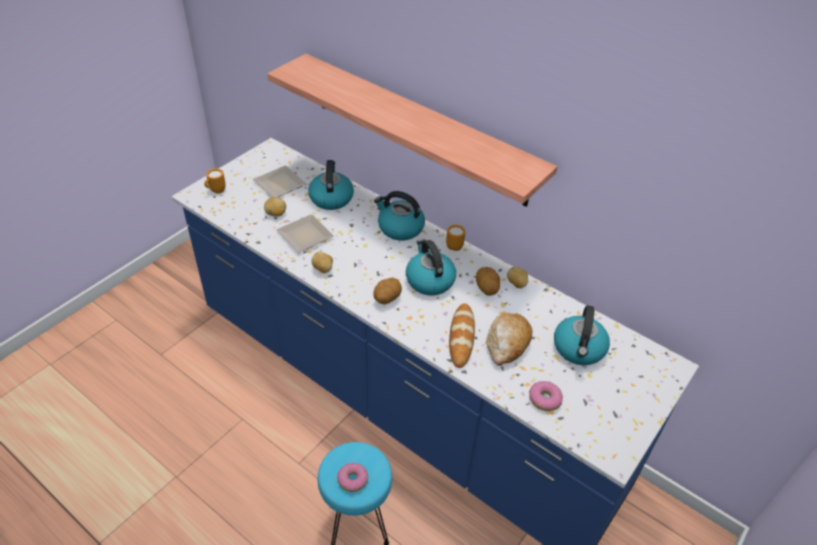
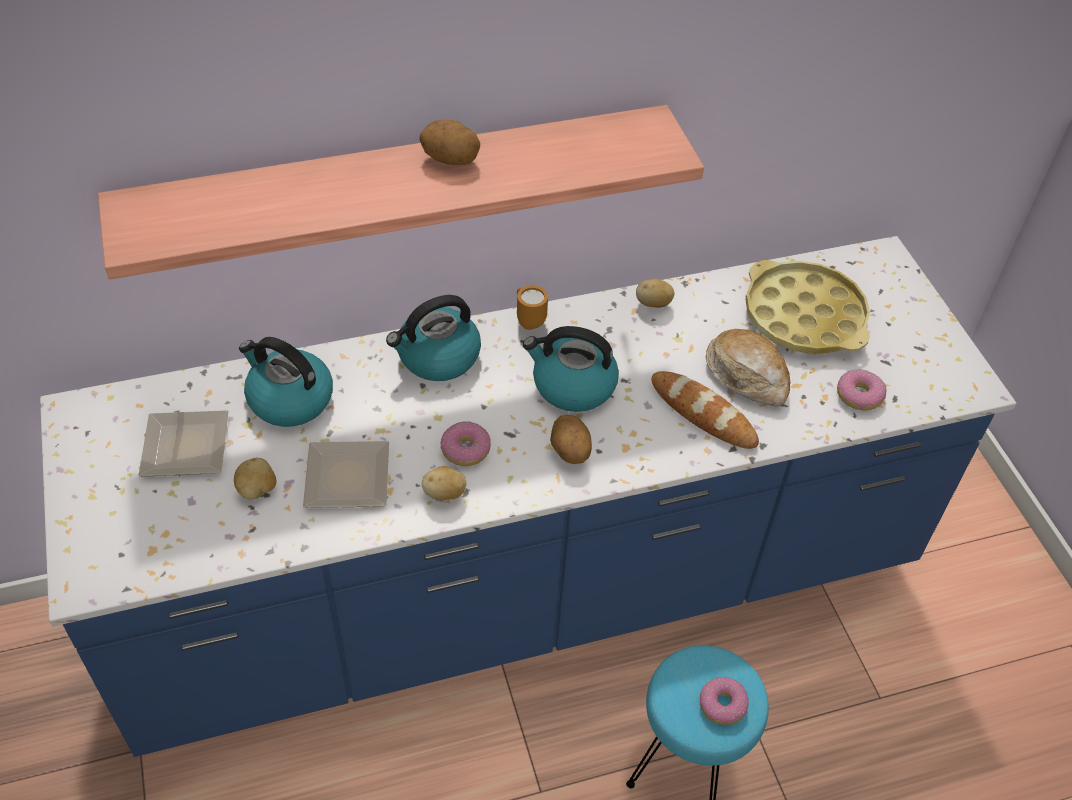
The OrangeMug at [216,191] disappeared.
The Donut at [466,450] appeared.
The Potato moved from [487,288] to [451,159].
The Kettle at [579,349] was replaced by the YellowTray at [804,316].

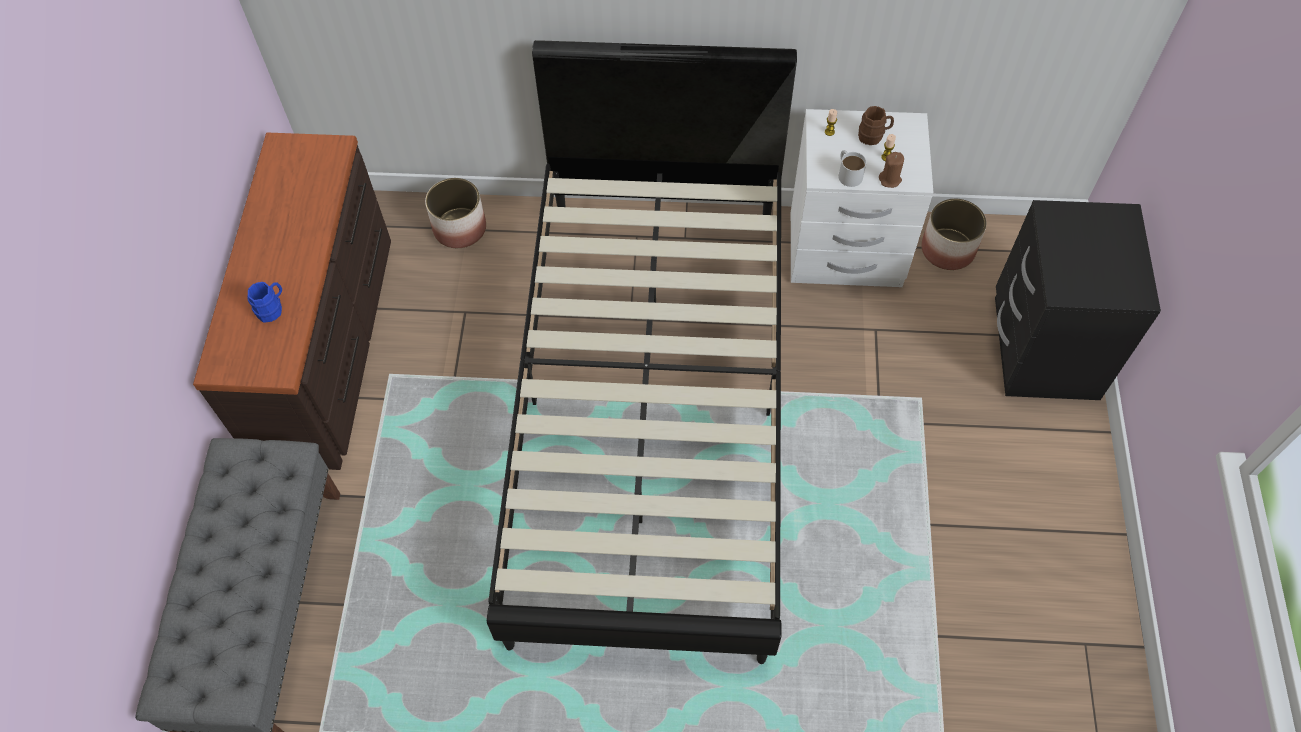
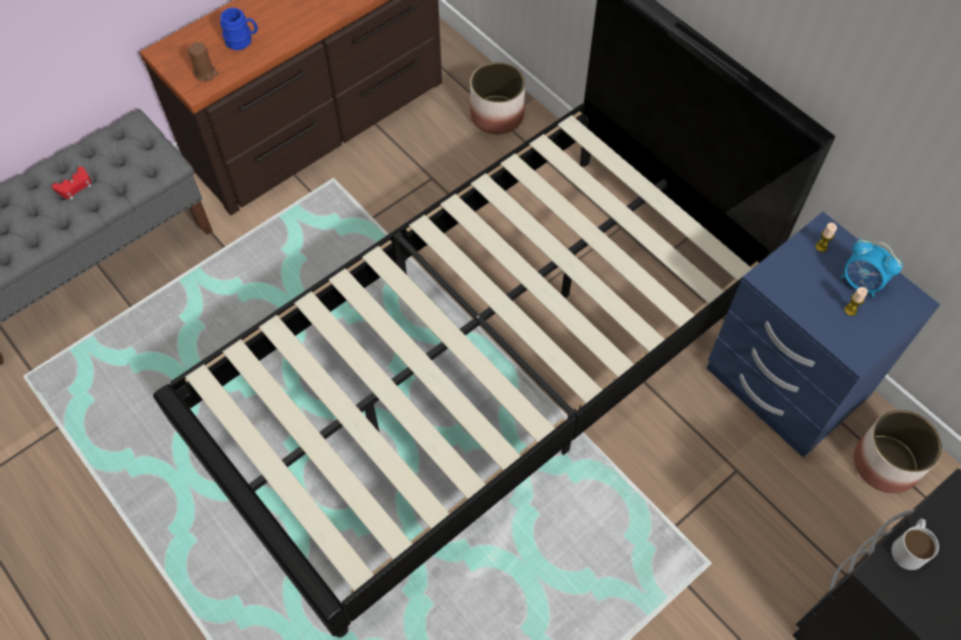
The RedGameController at [75,186] appeared.
The WhiteMug moved from [848,173] to [910,546].
The BrownCandle moved from [890,179] to [205,73].
The BrownMug at [874,135] was replaced by the AlarmClock at [861,283].
The WhiteNightstand at [845,251] became the BlueNightstand at [784,384].

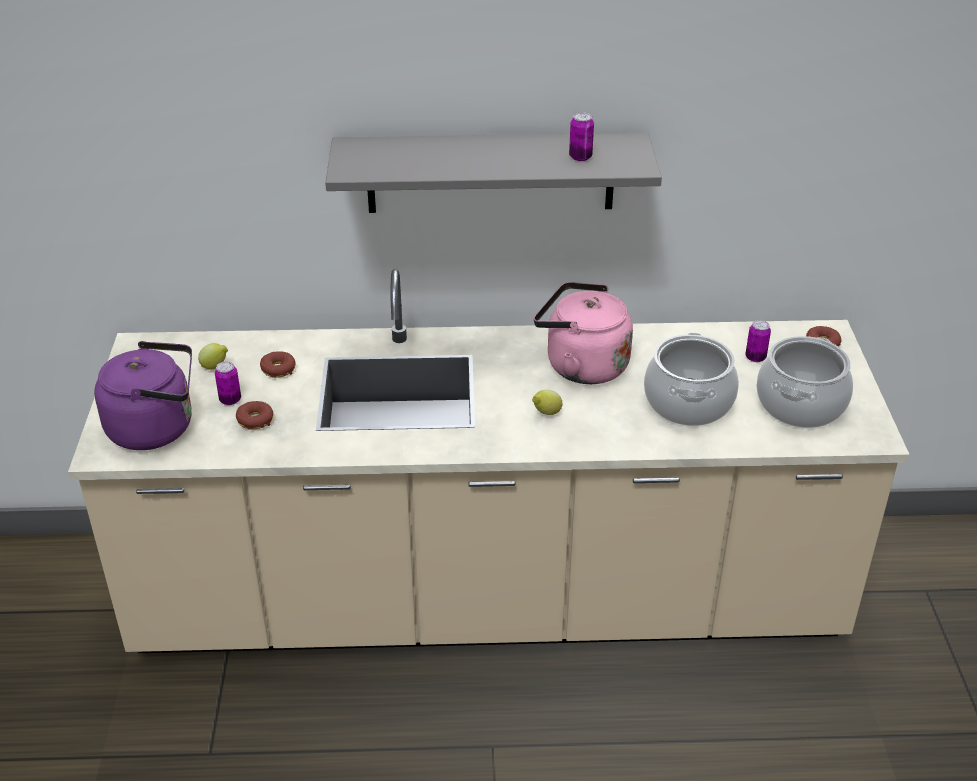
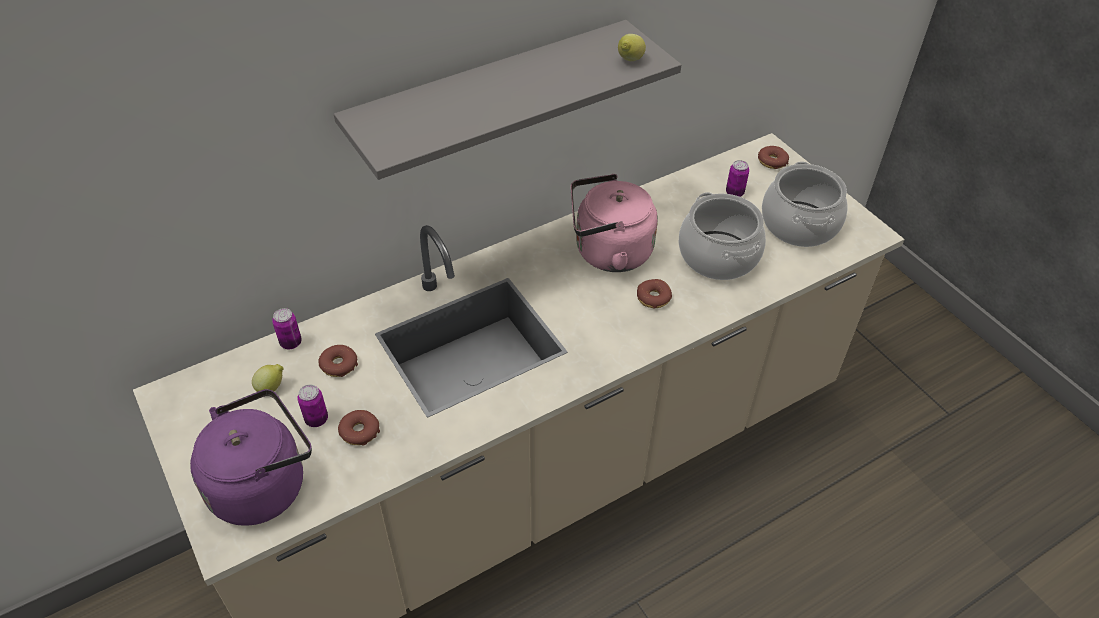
The Donut at [653,298] appeared.
The Lemon moved from [546,413] to [629,61].
The Can moved from [580,157] to [291,343].

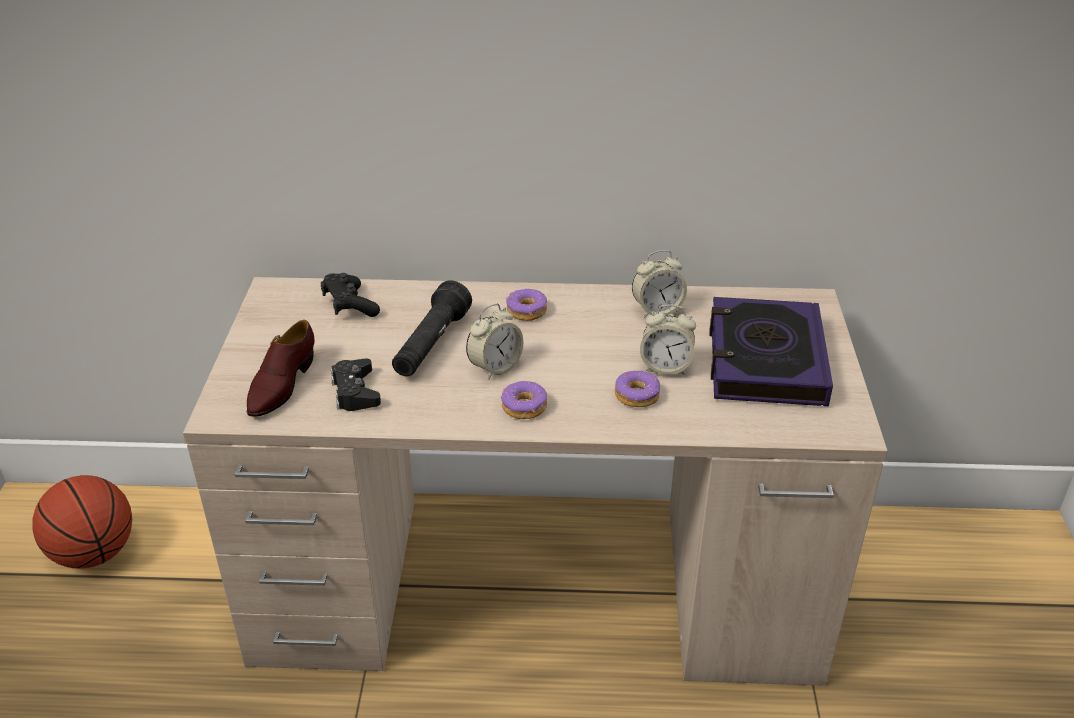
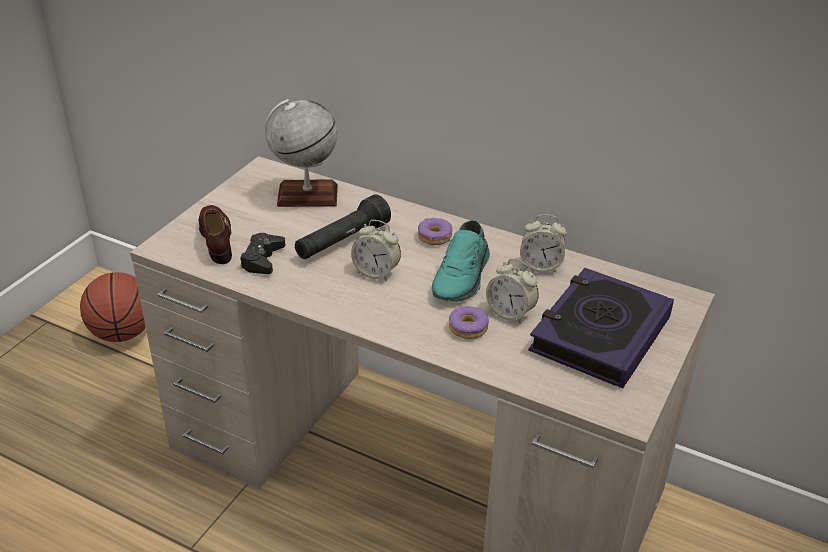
The Donut at [524,407] disappeared.
The TurquoiseShoe at [463,278] appeared.
The BlackGameController at [349,306] was replaced by the Globe at [307,195].
The BrownShoe at [281,385] turned 120 degrees clockwise.
The AlarmClock at [495,367] turned 45 degrees clockwise.

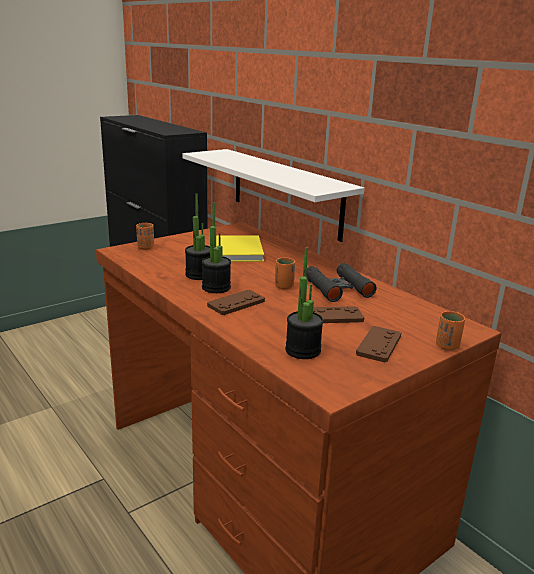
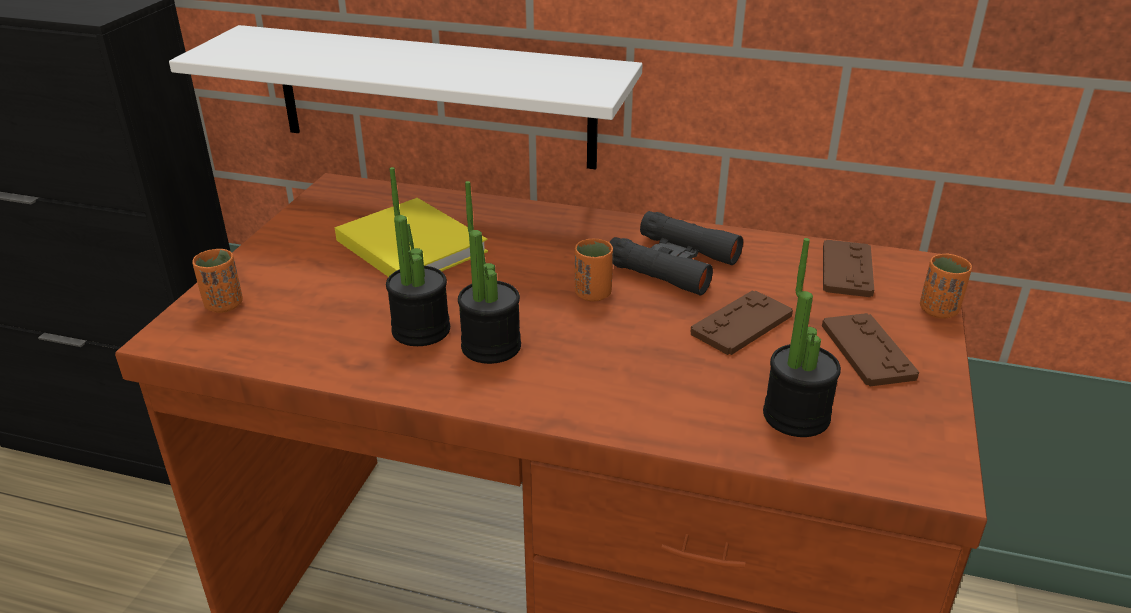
The BrownGameController moved from [236,303] to [847,270].

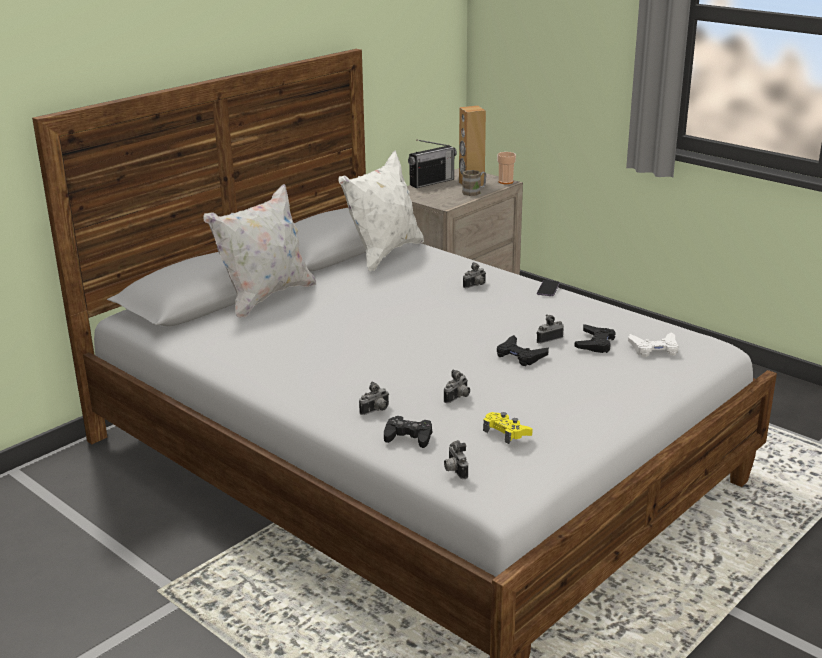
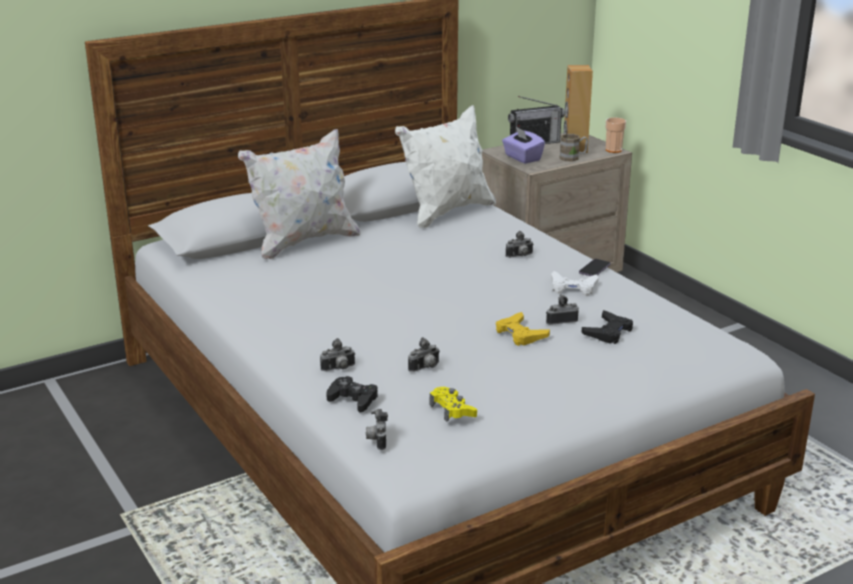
The PurpleTissueBox at [522,158] appeared.
The WhiteGameController moved from [654,349] to [573,288].
The BlackGameController at [520,355] became the YellowGameController at [520,334].

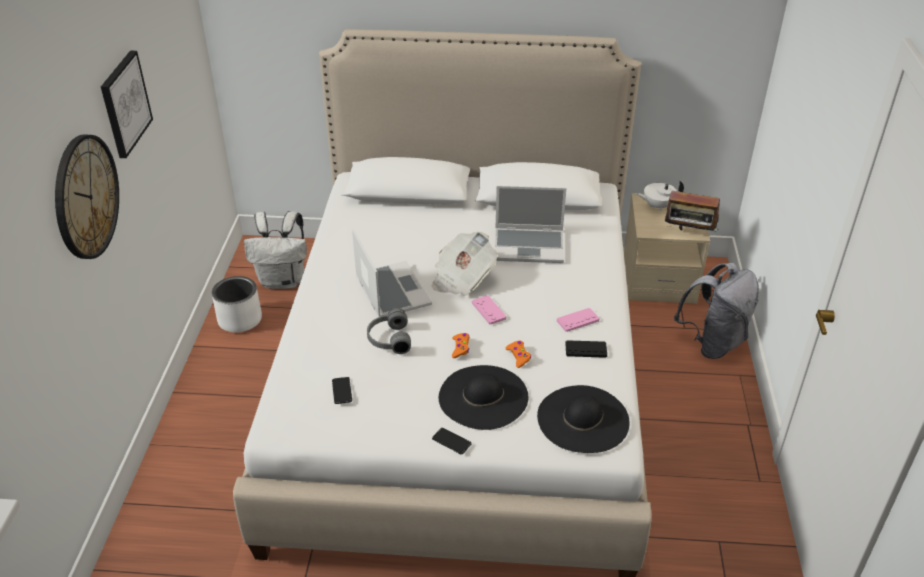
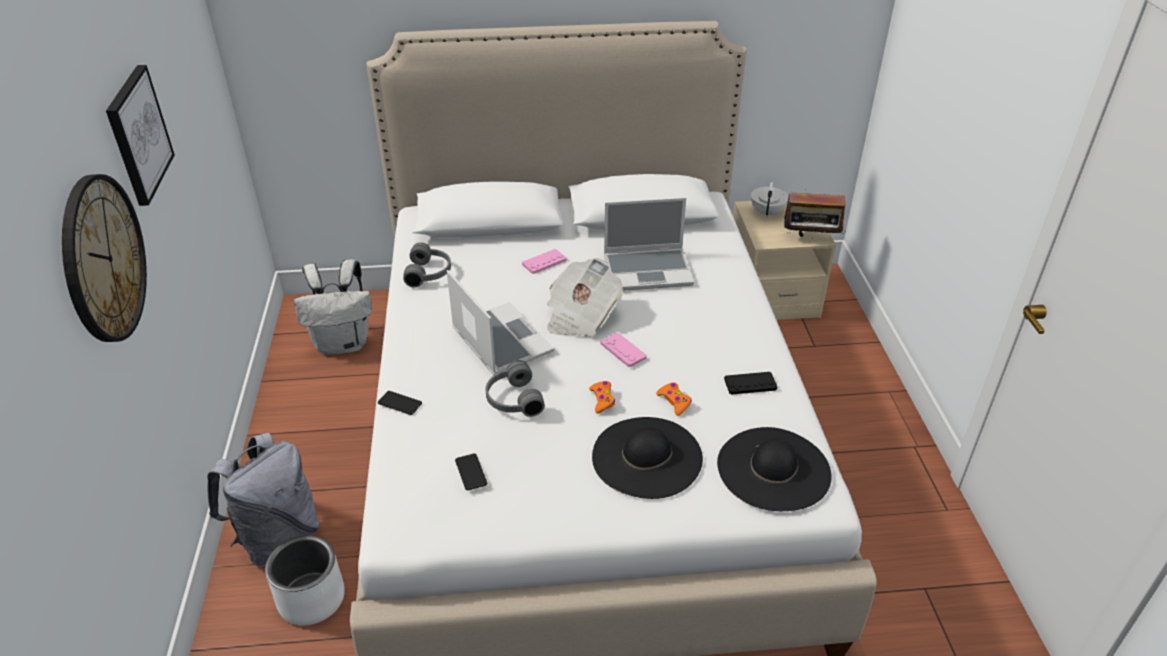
The GreyHeadphones at [429,273] appeared.
The WhitePlanter moved from [240,320] to [311,599].
The Phone moved from [451,441] to [399,403].
The PinkGameController moved from [577,320] to [544,262].
The GreyBackpack moved from [713,343] to [277,538].
The WhiteTeapot at [657,206] turned 120 degrees clockwise.

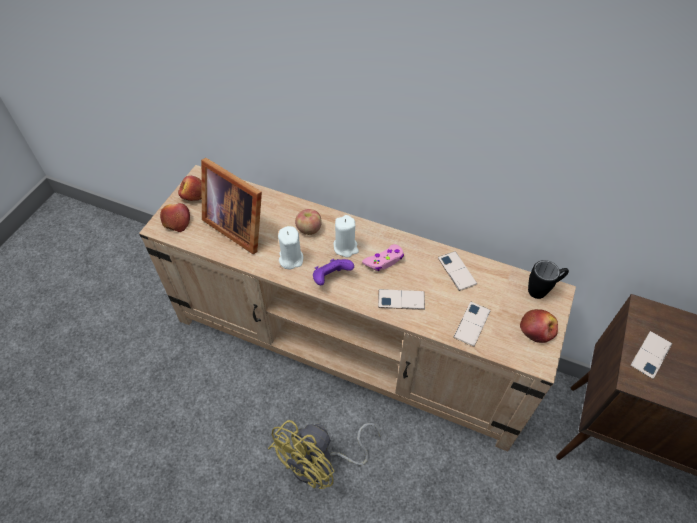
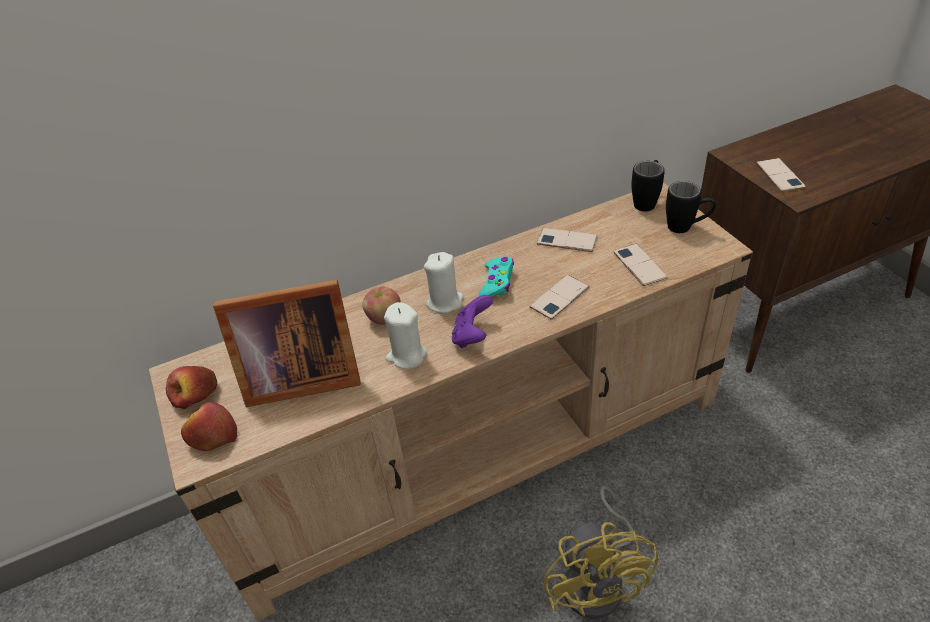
The Apple at [537,329] was replaced by the BlackMug at [686,228].
The PinkGameController at [384,261] became the TurquoiseGameController at [497,283].

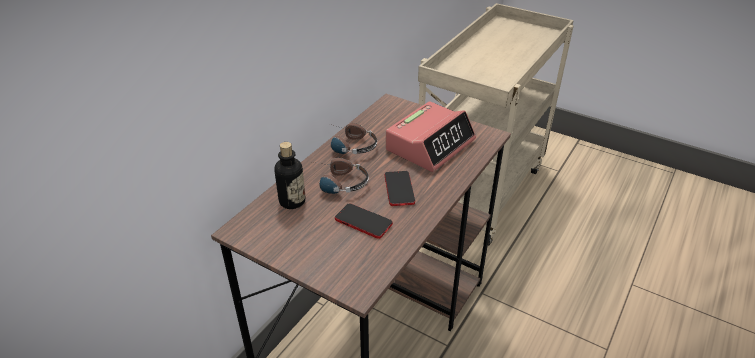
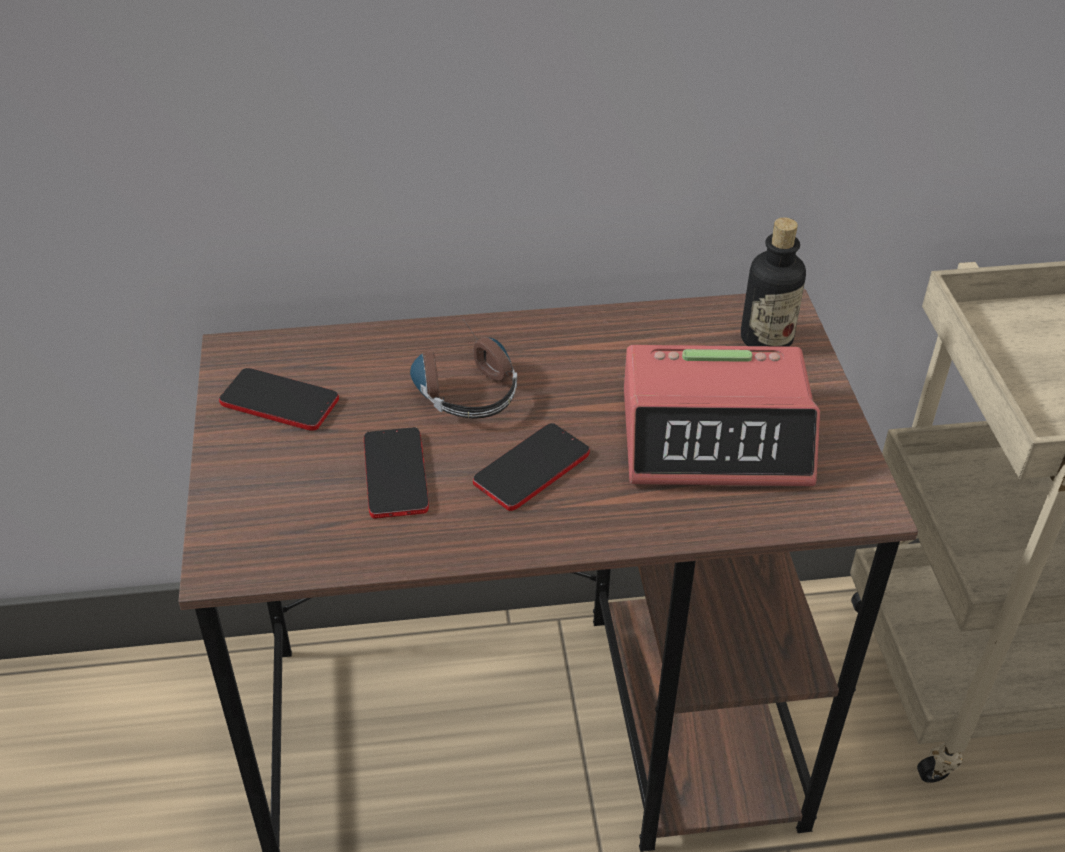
The Headphones at [348,145] disappeared.
The Phone at [279,401] appeared.
The Bottle moved from [292,201] to [766,339].

